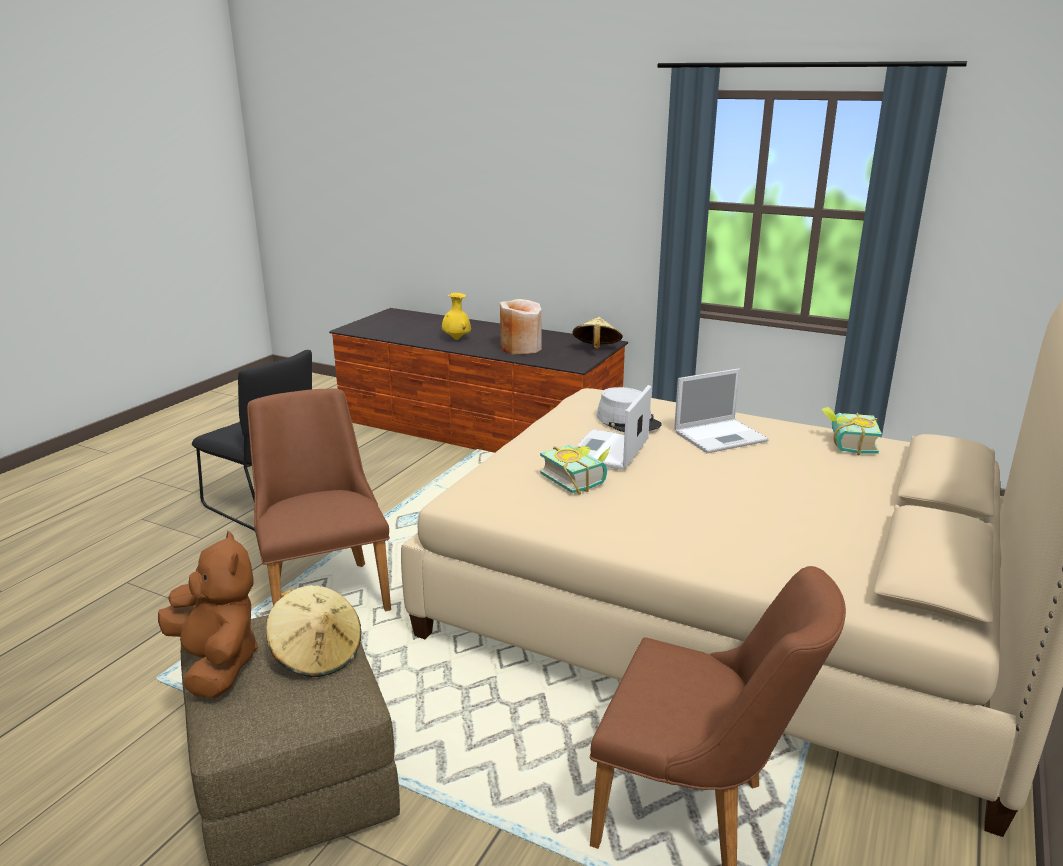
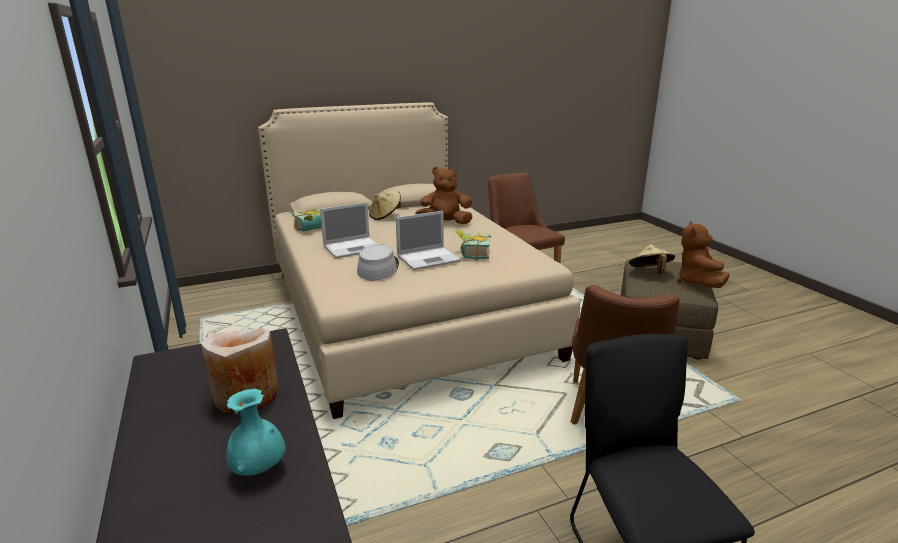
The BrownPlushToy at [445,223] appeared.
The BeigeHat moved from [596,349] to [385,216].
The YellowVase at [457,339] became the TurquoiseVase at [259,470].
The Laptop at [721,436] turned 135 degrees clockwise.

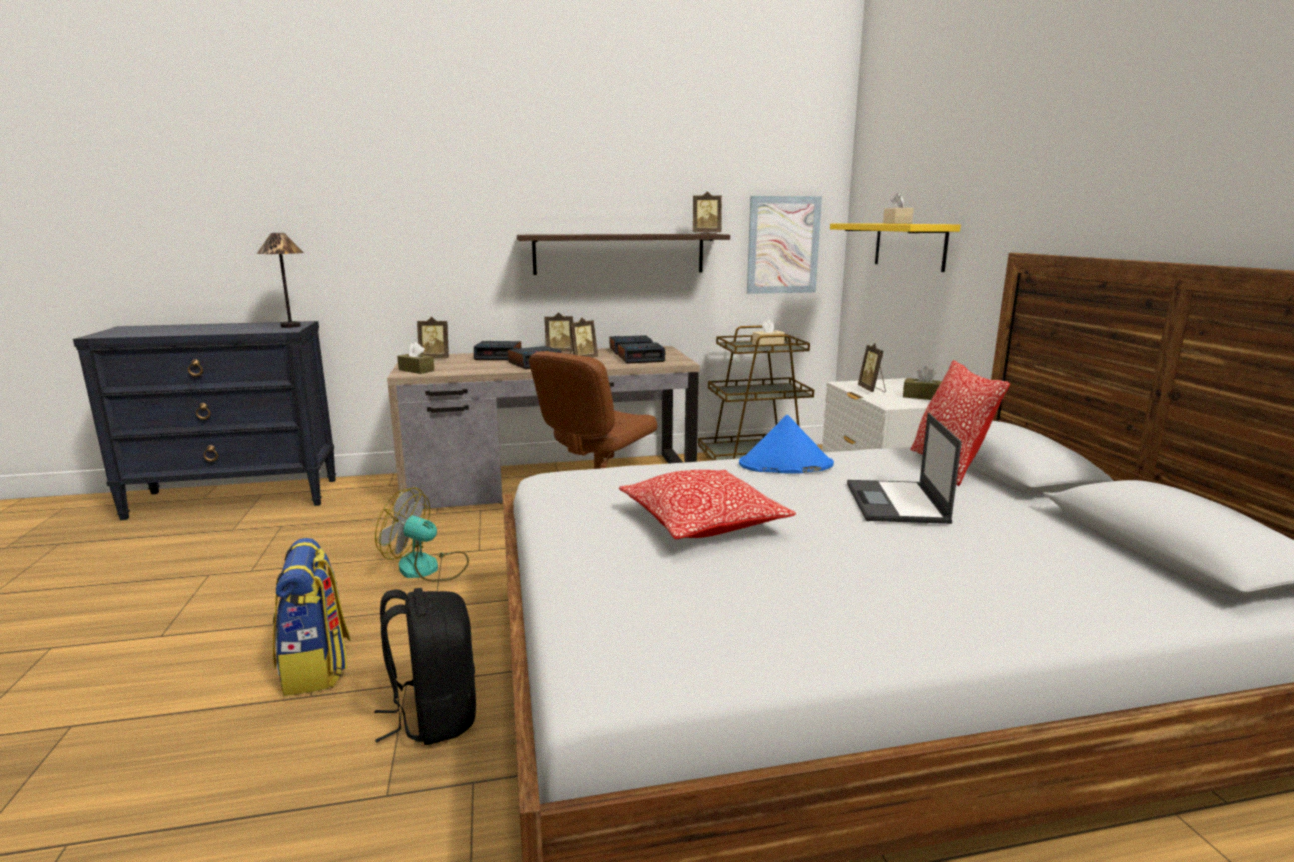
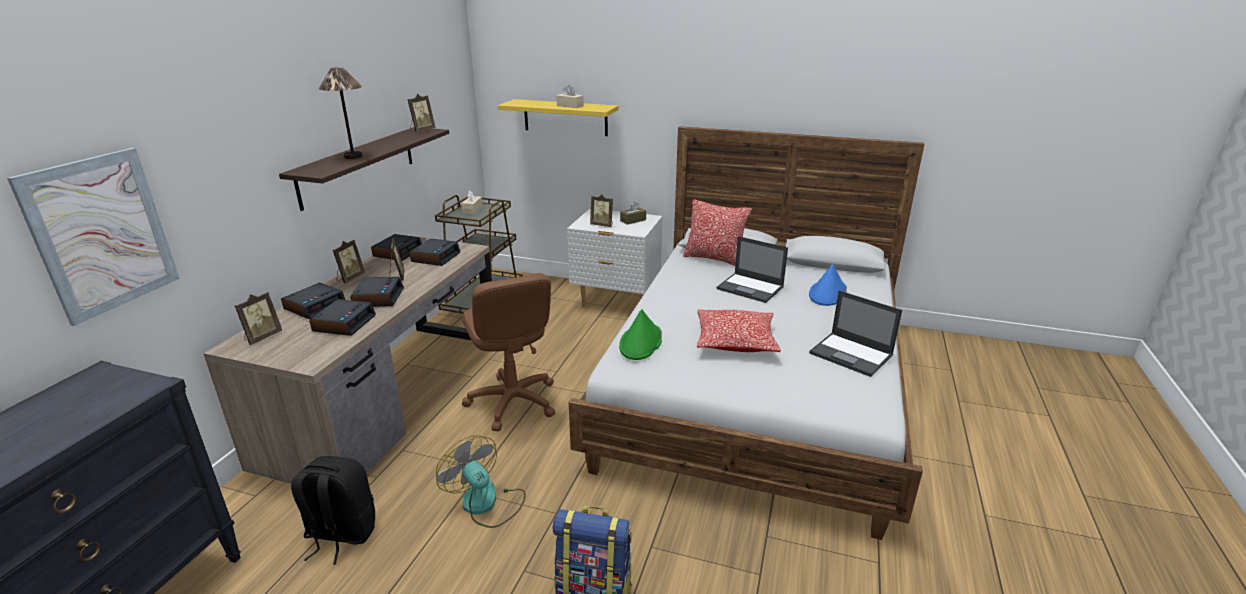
The BrownTissueBox at [416,370] disappeared.
The AlarmClock at [344,323] appeared.
The GreenHat at [641,342] appeared.
The Laptop at [852,355] appeared.
The TableLamp moved from [290,326] to [353,156].
The BlackBackpack moved from [434,716] to [340,535].
The BlueHat moved from [785,465] to [827,293].
The Picture moved from [783,245] to [102,234].
The Fan at [428,568] turned 90 degrees clockwise.

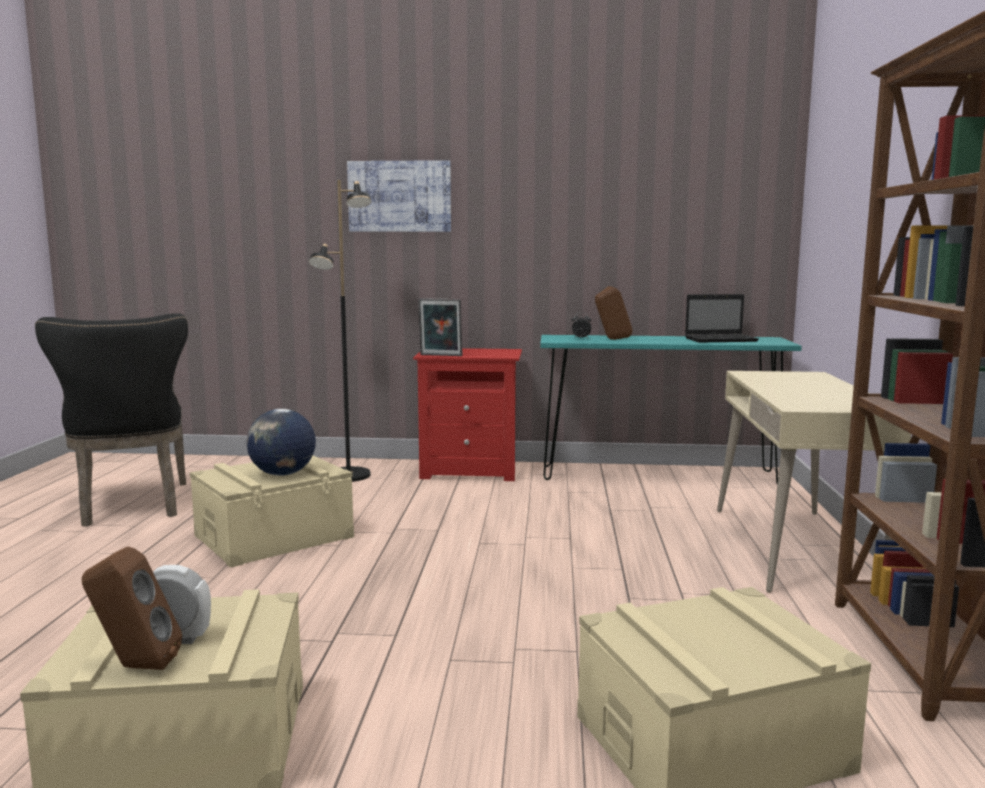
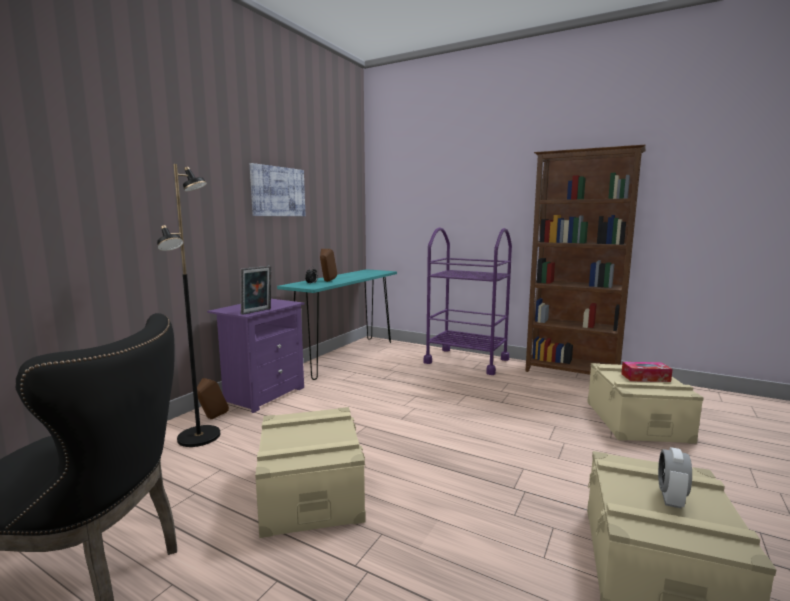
The Globe at [283,474] disappeared.
The Laptop at [722,340] disappeared.
The TissueBox at [645,377] appeared.
The BrownSpeaker moved from [135,667] to [212,418].
The Picture moved from [399,196] to [278,191].
The BeigeDesk at [795,548] was replaced by the PurpleCart at [466,361].
The RedNightstand at [470,471] became the PurpleNightstand at [263,394].

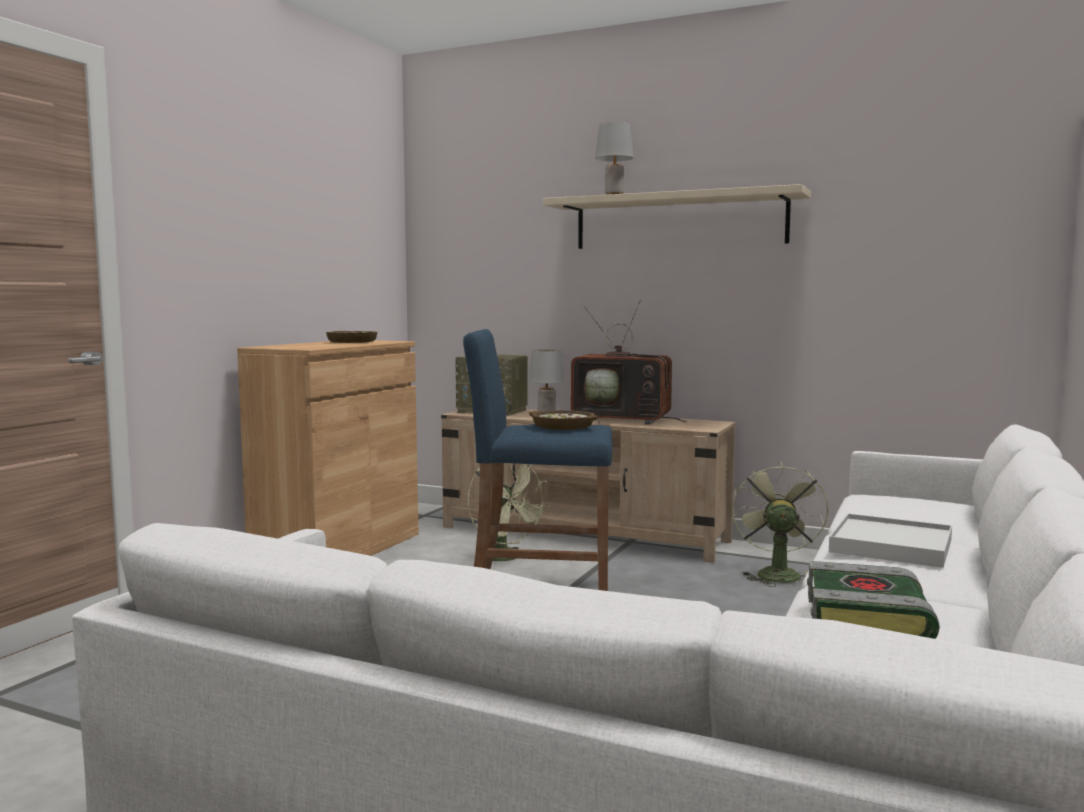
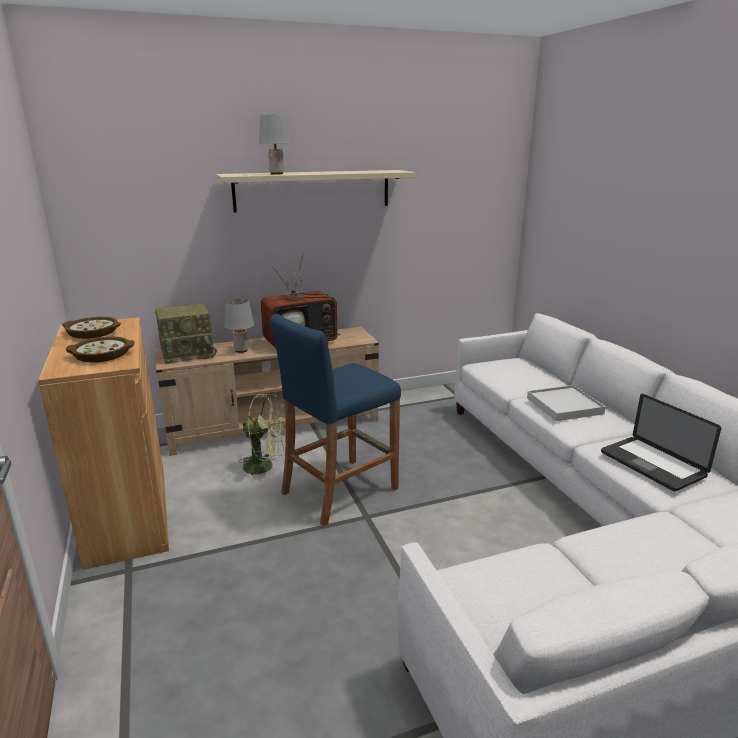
The GreenFan at [775,573] disappeared.
The Bowl moved from [563,426] to [102,354].
The Book at [869,621] was replaced by the Laptop at [652,464].

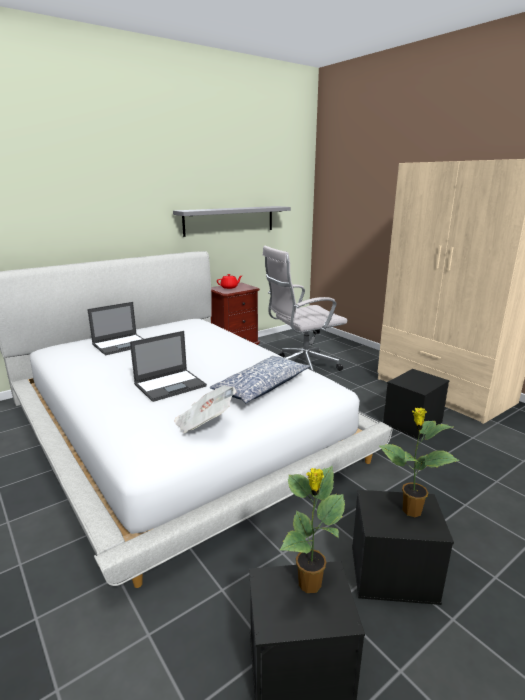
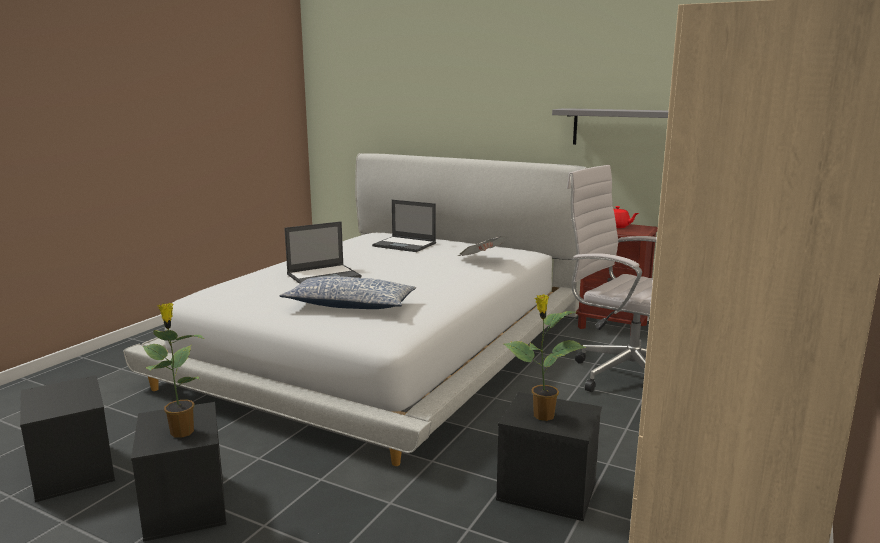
The Newspaper moved from [204,423] to [482,259].
The PottedPlant moved from [309,585] to [542,416].
The Laptop at [171,385] turned 60 degrees counterclockwise.

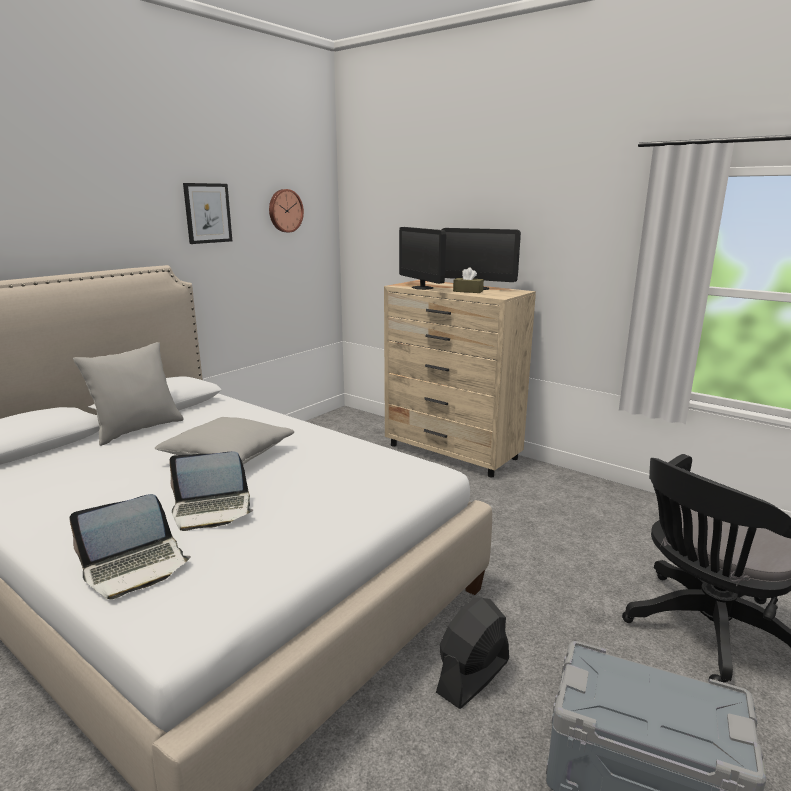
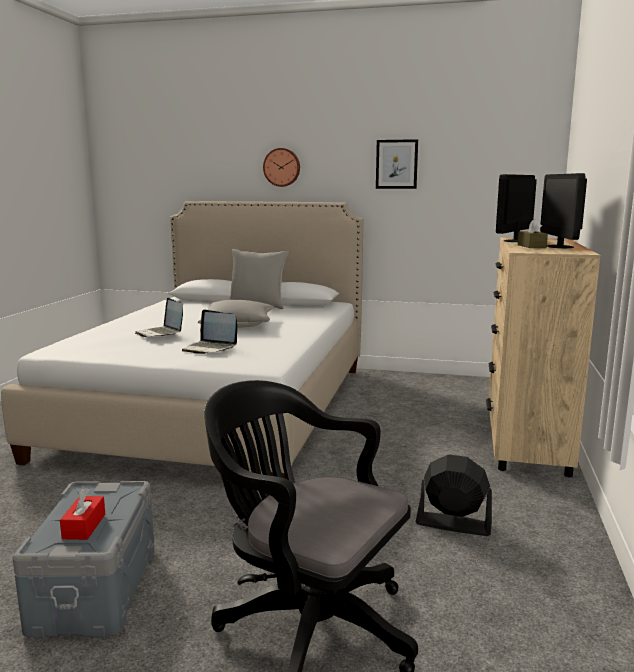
The RedTissueBox at [84,526] appeared.
The Laptop moved from [136,567] to [210,348].
The WallClock moved from [285,210] to [282,167].
The BlackFan moved from [473,676] to [453,524].

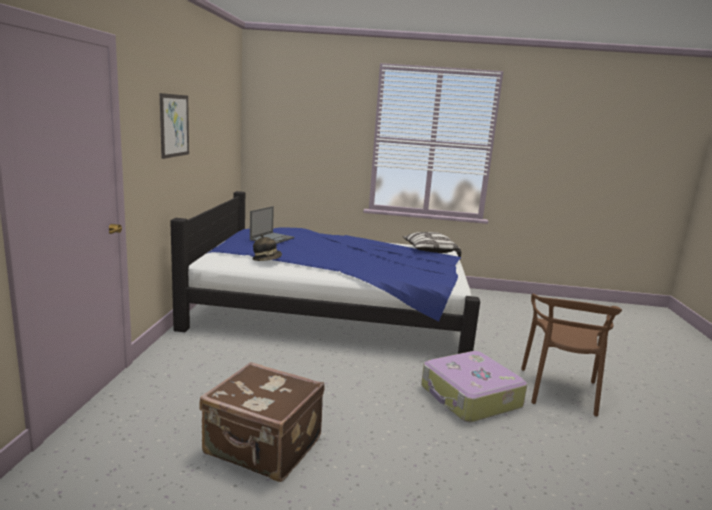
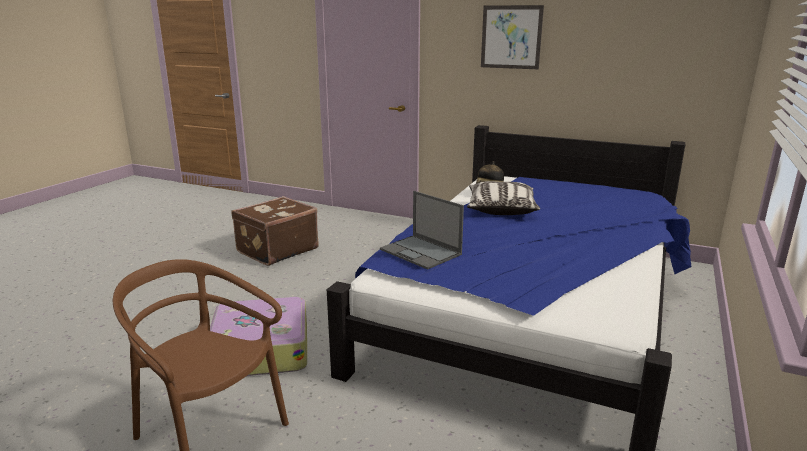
The Laptop moved from [272,238] to [421,252].
The Pillow moved from [429,251] to [501,209].

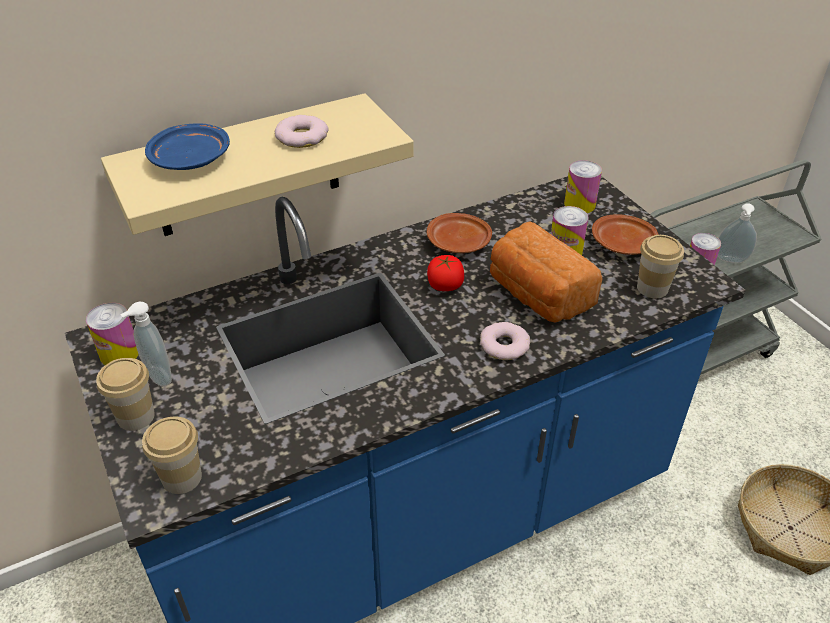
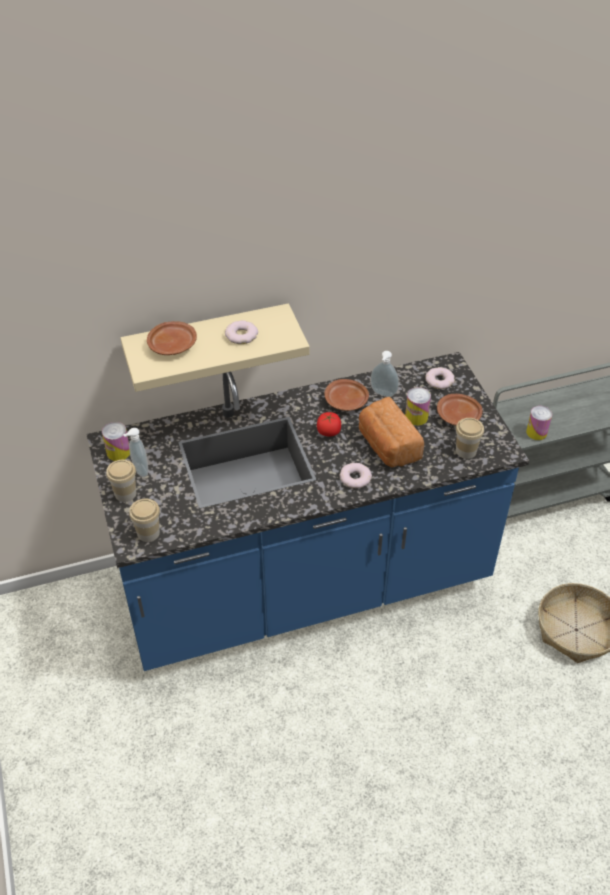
The SoapDispenser moved from [731,260] to [383,394].
The Can at [579,204] was replaced by the Donut at [439,380].
The BluePlate at [191,159] became the BrownPlate at [173,345].

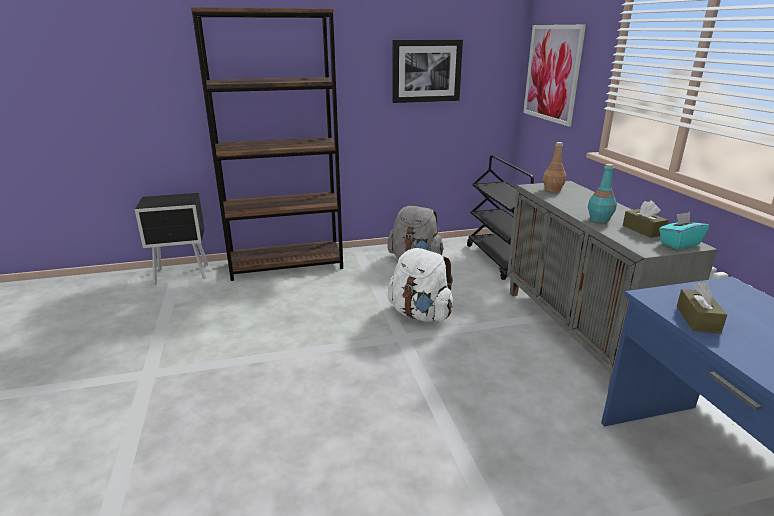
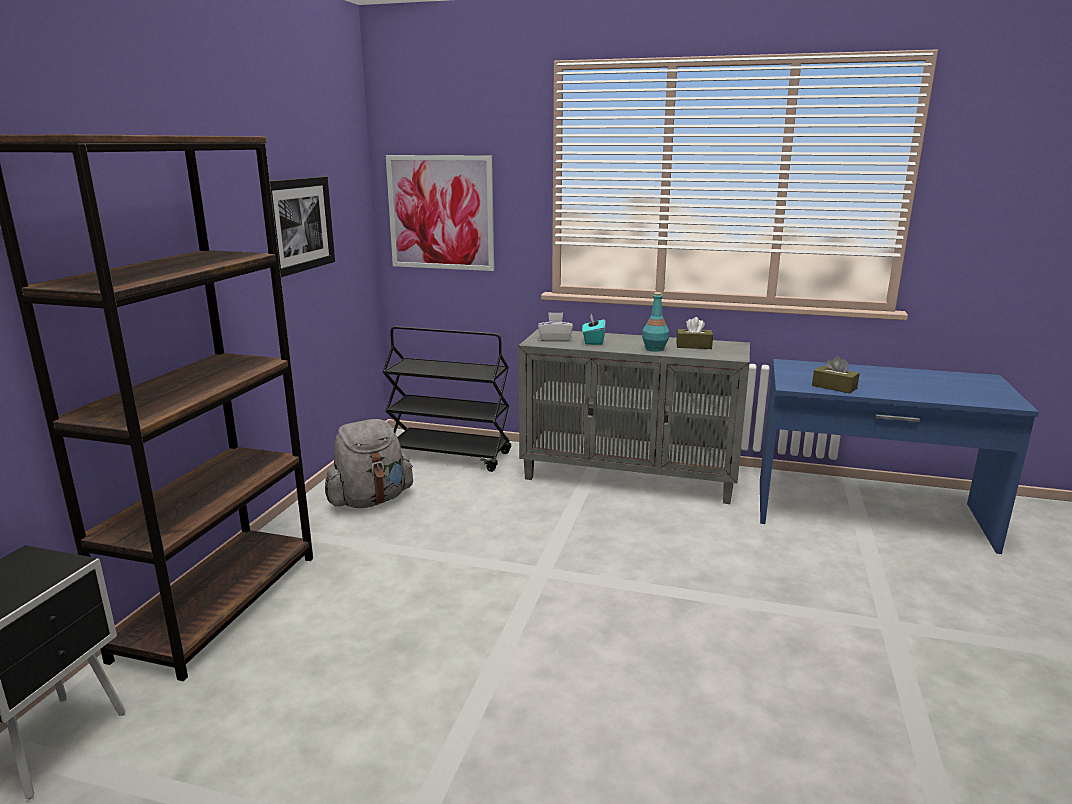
The WhiteBackpack at [420,314] disappeared.
The TurquoiseTissueBox moved from [679,243] to [593,341].
The BrownBottle at [552,189] was replaced by the WhiteTissueBox at [555,339].

